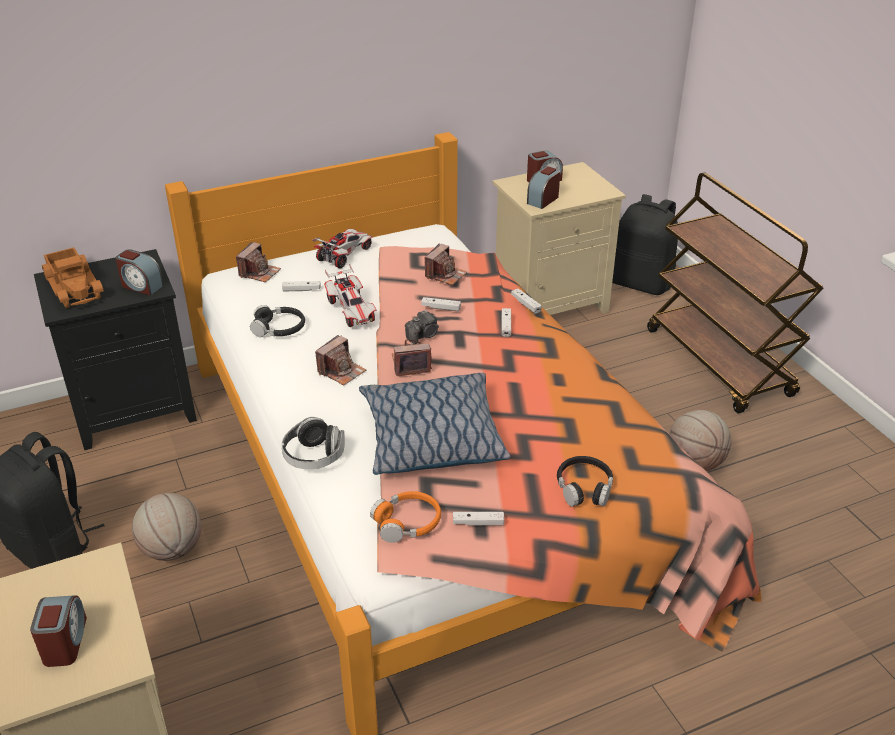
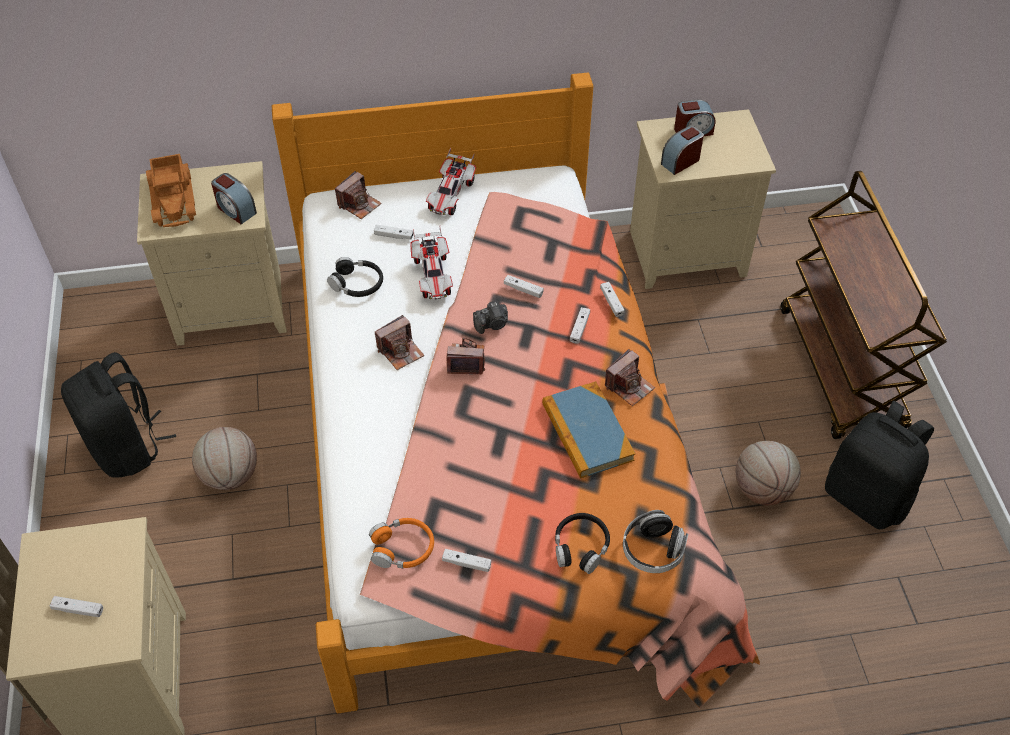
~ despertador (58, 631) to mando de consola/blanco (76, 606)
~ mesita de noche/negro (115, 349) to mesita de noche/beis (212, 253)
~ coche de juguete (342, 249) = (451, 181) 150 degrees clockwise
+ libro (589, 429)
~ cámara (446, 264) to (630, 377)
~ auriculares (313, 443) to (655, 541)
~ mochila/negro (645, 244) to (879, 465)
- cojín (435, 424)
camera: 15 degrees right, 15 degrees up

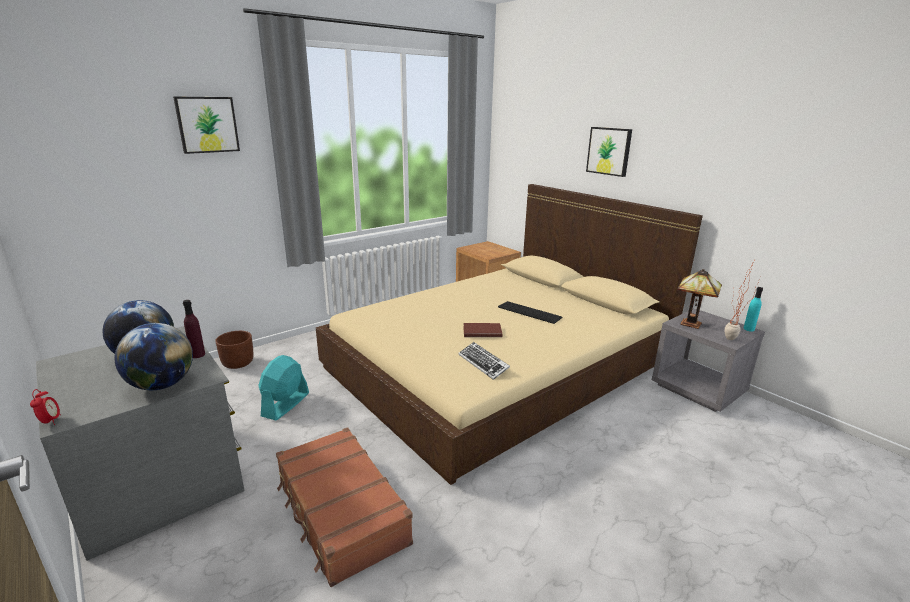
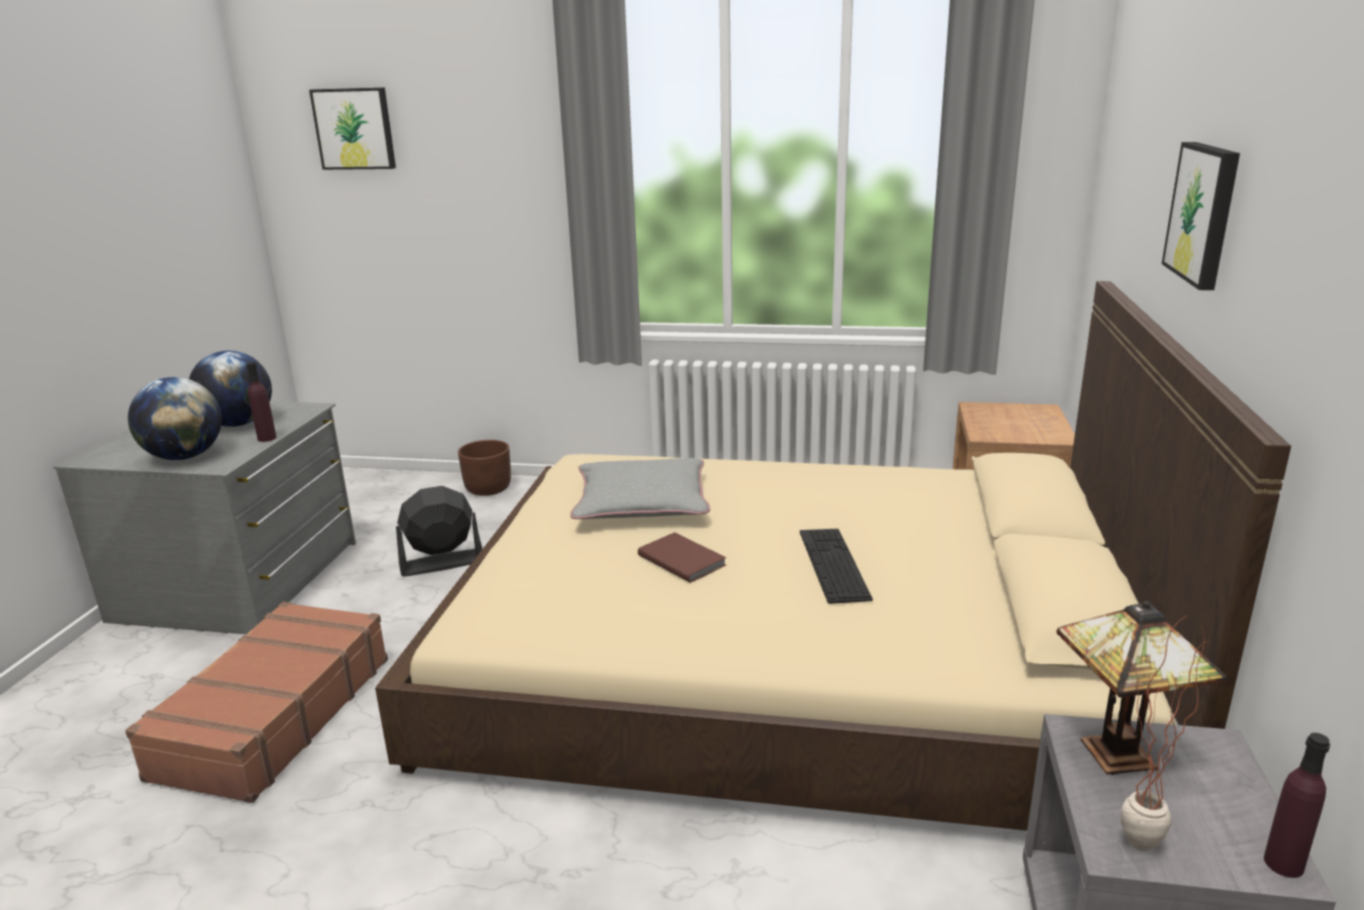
~ cuadro (206, 125) to (352, 128)
~ ventilador/turquesa (283, 388) to ventilador/negro (439, 531)
+ cojín/gris (640, 488)
~ botella/turquesa (753, 309) to botella/morado (1297, 805)
- despertador (45, 407)
- teclado (484, 361)
camera: 50 degrees right, 0 degrees up

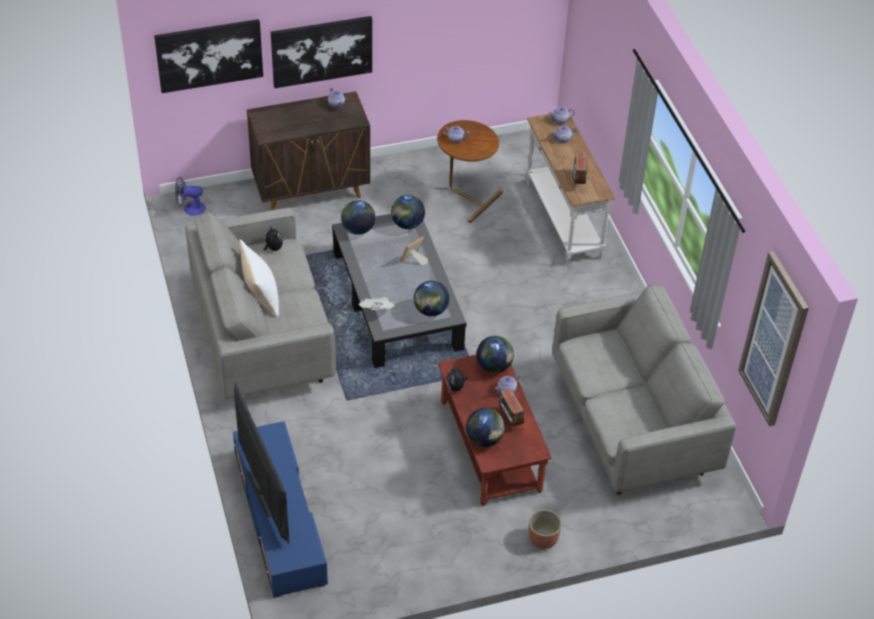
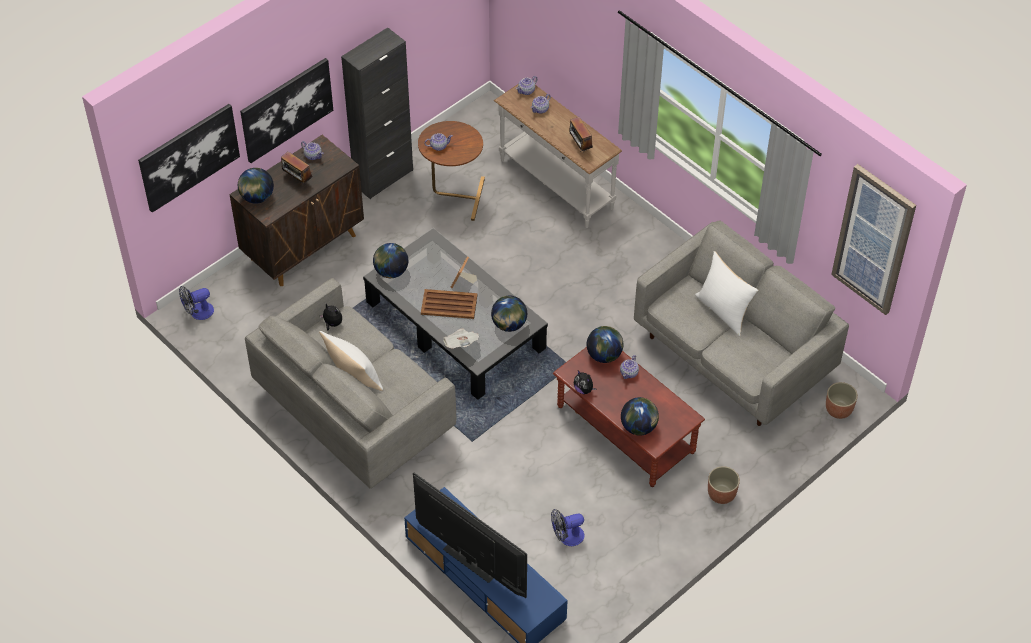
~ globo terráqueo (408, 212) to (256, 186)
~ radio (511, 408) to (296, 168)
+ armario/negro (377, 113)
+ bandeja/marrón (449, 304)
+ ventilador (568, 527)
+ cojín/blanco (727, 293)
+ maceta (842, 400)
camera: 25 degrees left, 5 degrees up

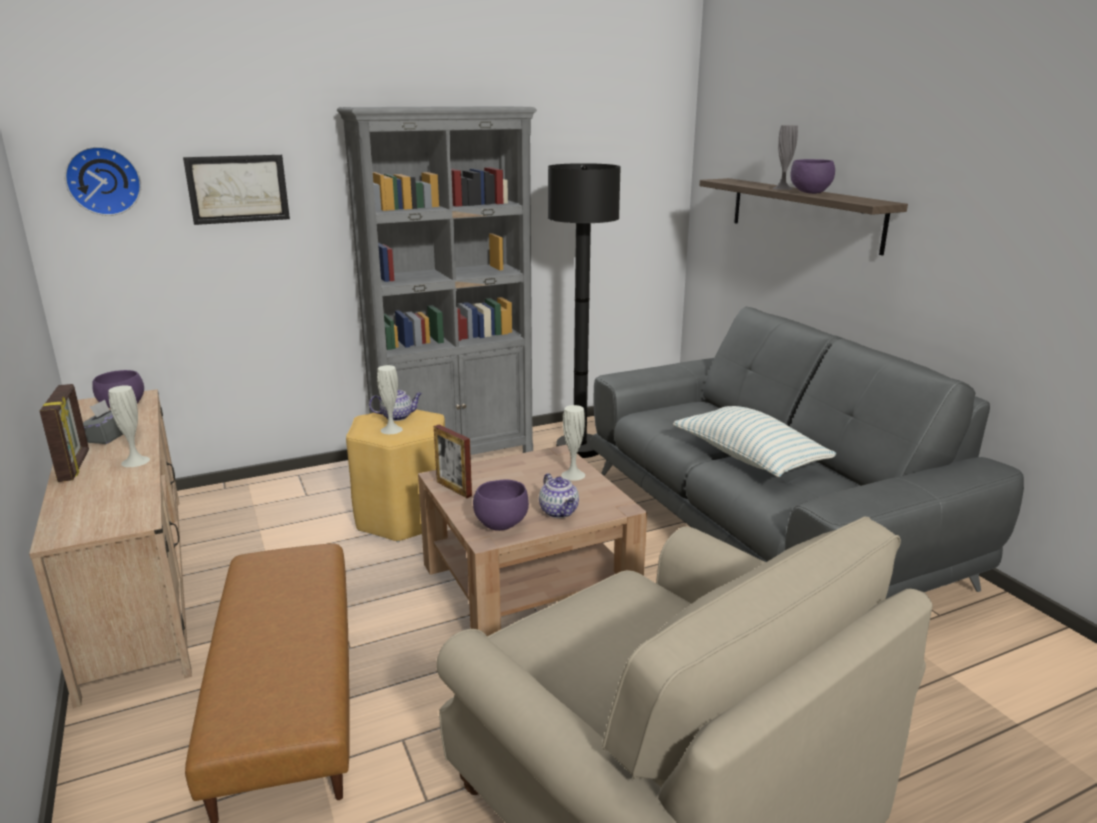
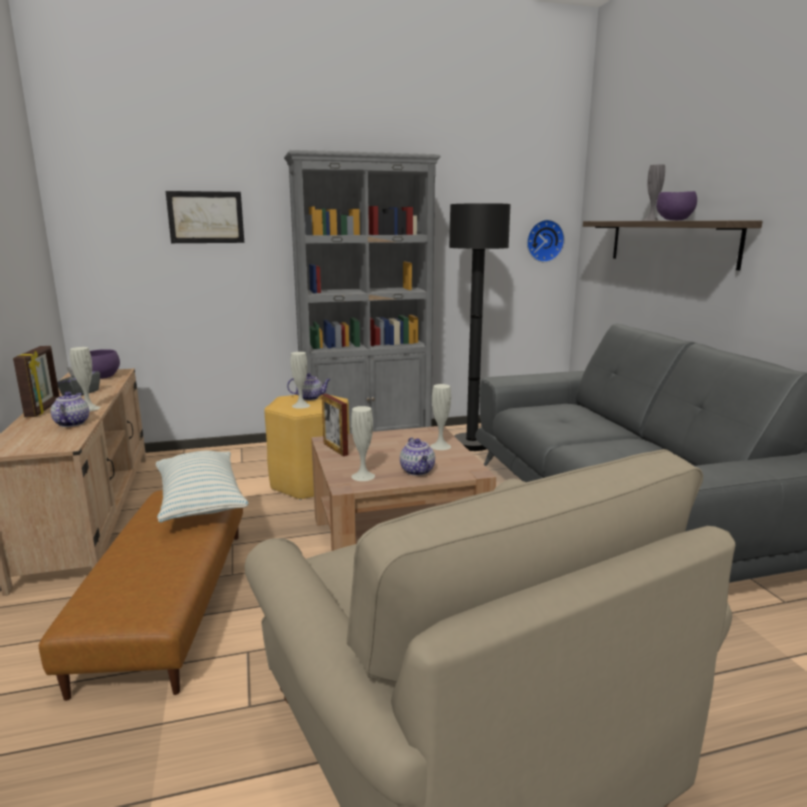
+ tetera (70, 409)
~ cojín (754, 441) to (202, 487)
~ cuenco/morado (501, 505) to florero/blanco (363, 443)
~ reloj de pared (103, 181) to (546, 240)
camera: 10 degrees right, 5 degrees down

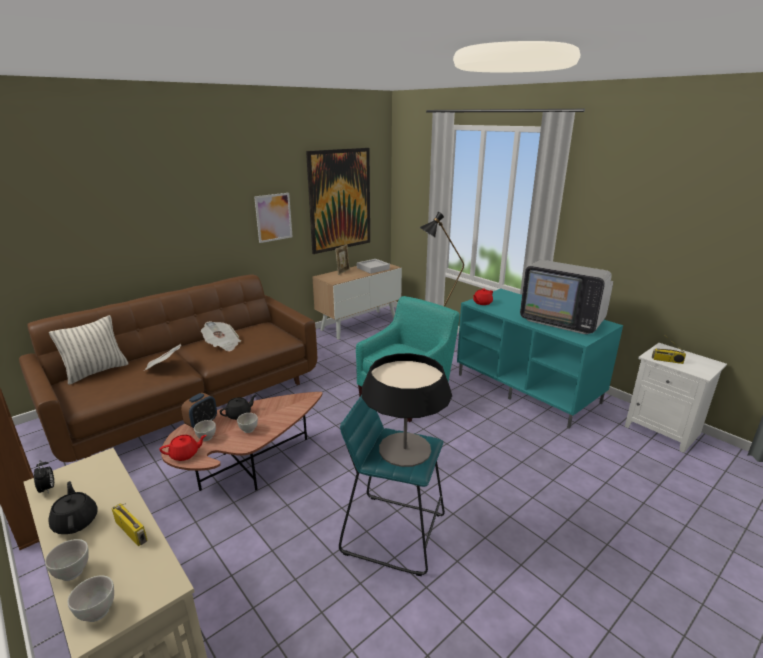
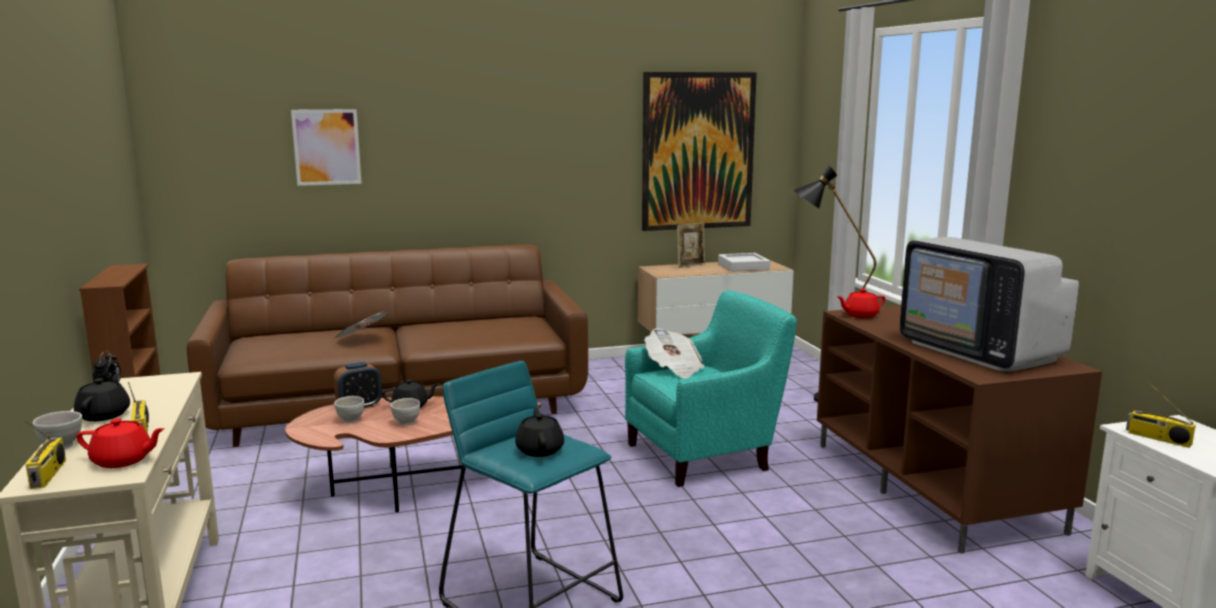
~ cuenco/blanco (90, 598) to radio (45, 455)
~ tetera/rojo (183, 448) to (121, 443)
~ cuadro (273, 218) to (326, 147)
~ lámpara de mesa (407, 410) to tetera/negro (539, 432)
~ periódico (221, 336) to (674, 353)
~ mueble de televisión/turquesa (540, 358) to mueble de televisión/marrón (959, 429)
- cojín (88, 350)
camera: 25 degrees right, 10 degrees down

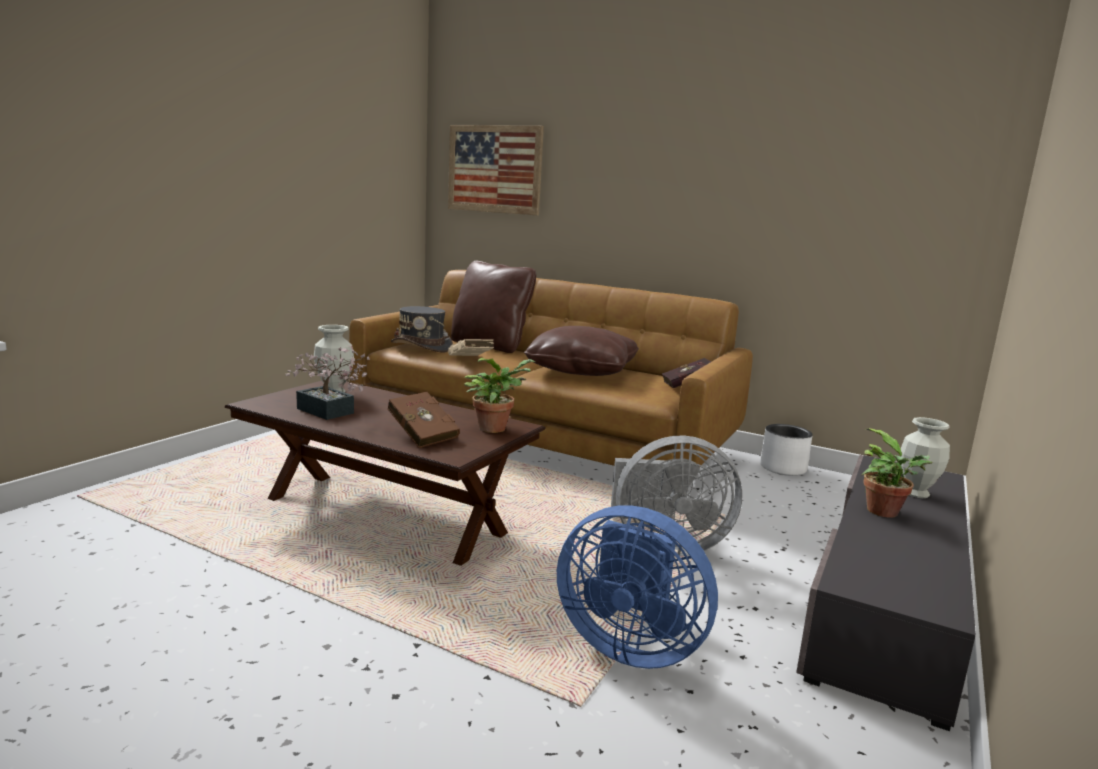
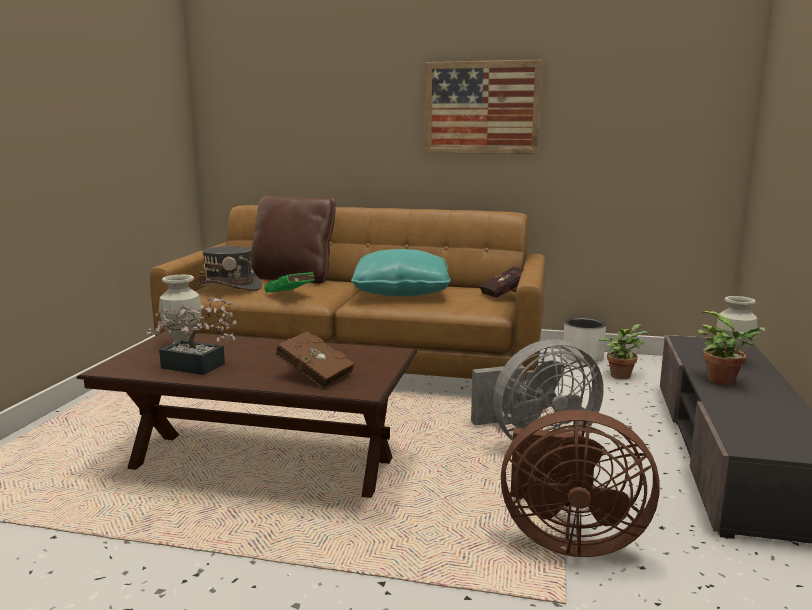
~ libro/beis (471, 347) to libro/verde (289, 282)
~ cojín/marrón (581, 351) to cojín/turquesa (401, 272)
~ cuadro (496, 170) to (484, 107)
~ ventilador/azul (637, 587) to ventilador/marrón (580, 483)
~ planta en maceta (499, 395) to (623, 351)
camera: 15 degrees left, 0 degrees up

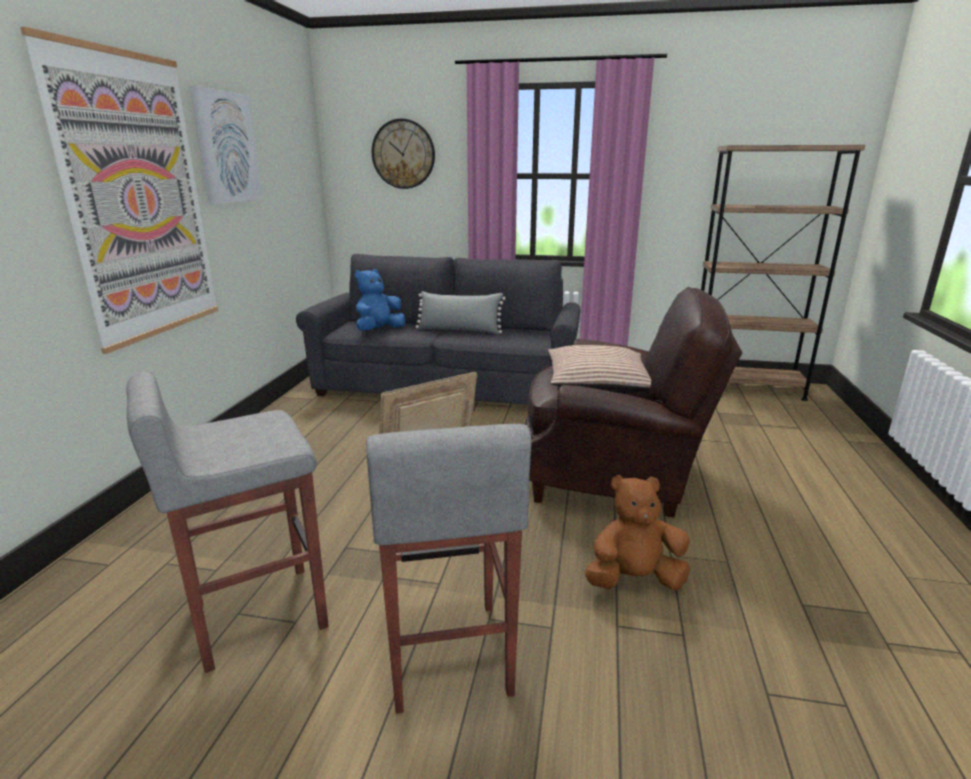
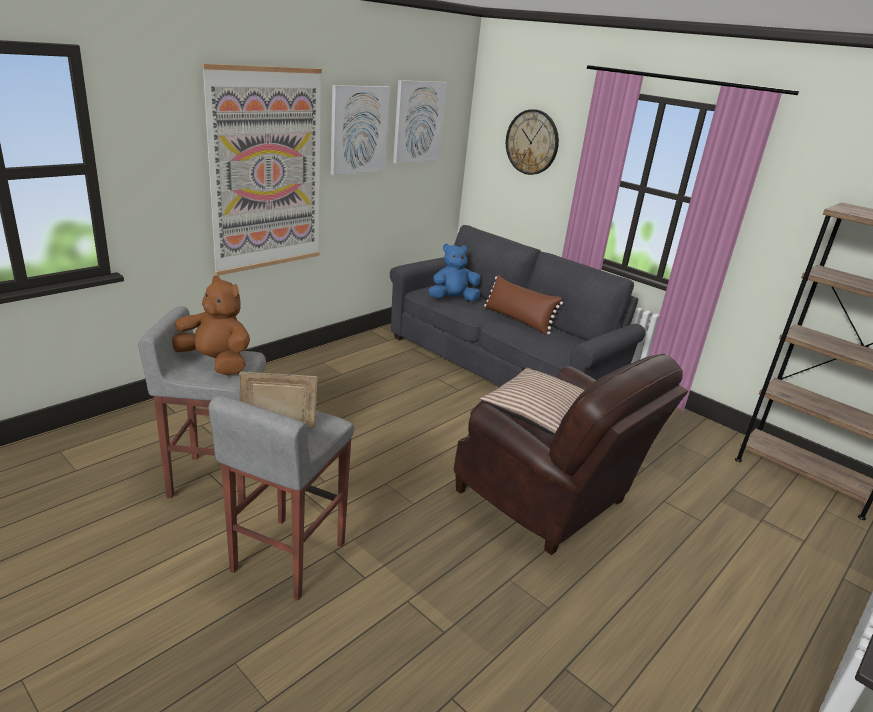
~ peluche/marrón (637, 533) to (211, 325)
+ cuadro (420, 122)
~ cojín/gris (460, 312) to cojín/marrón (523, 305)
camera: 30 degrees right, 5 degrees up

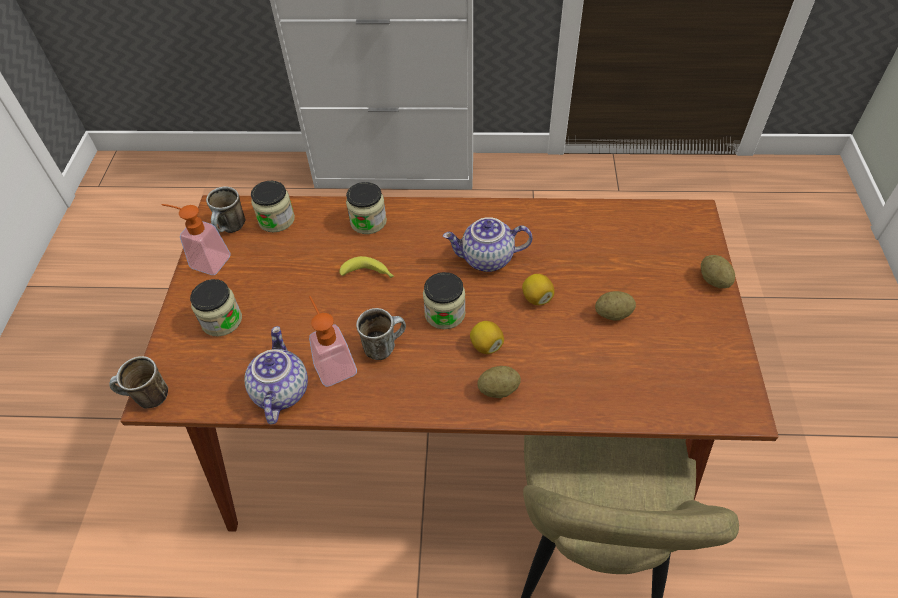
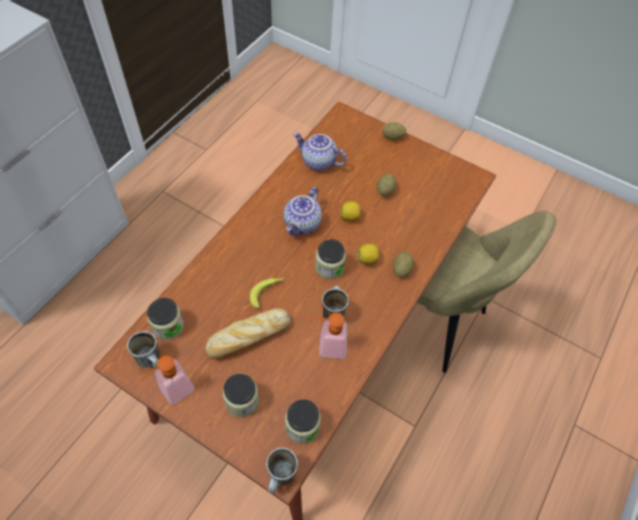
+ pan (248, 333)
~ tarro (366, 208) to (303, 421)
~ tetera (276, 375) to (320, 151)
camera: 65 degrees left, 5 degrees up

